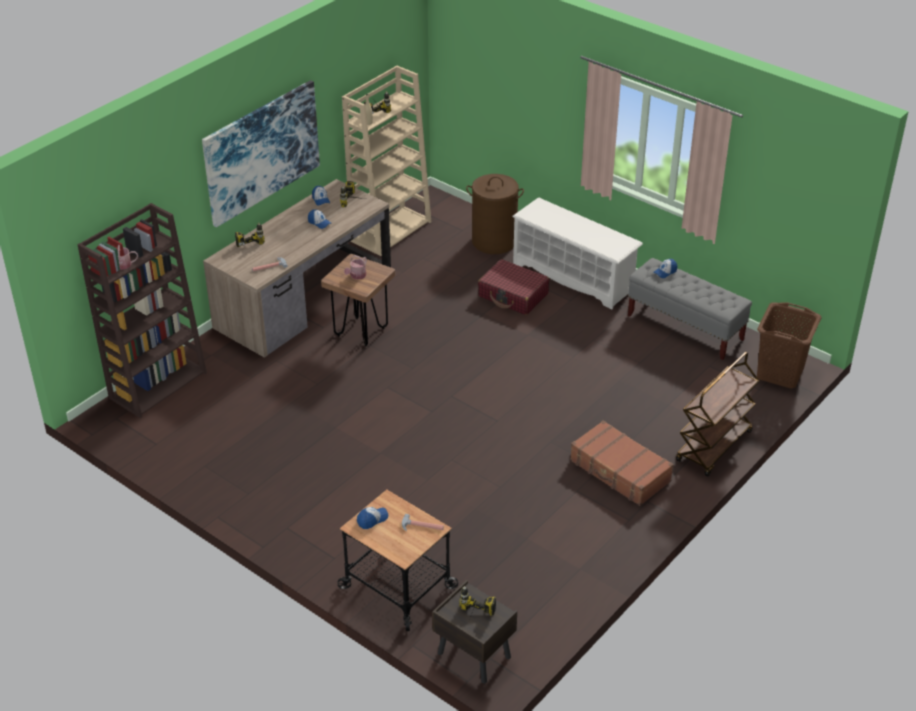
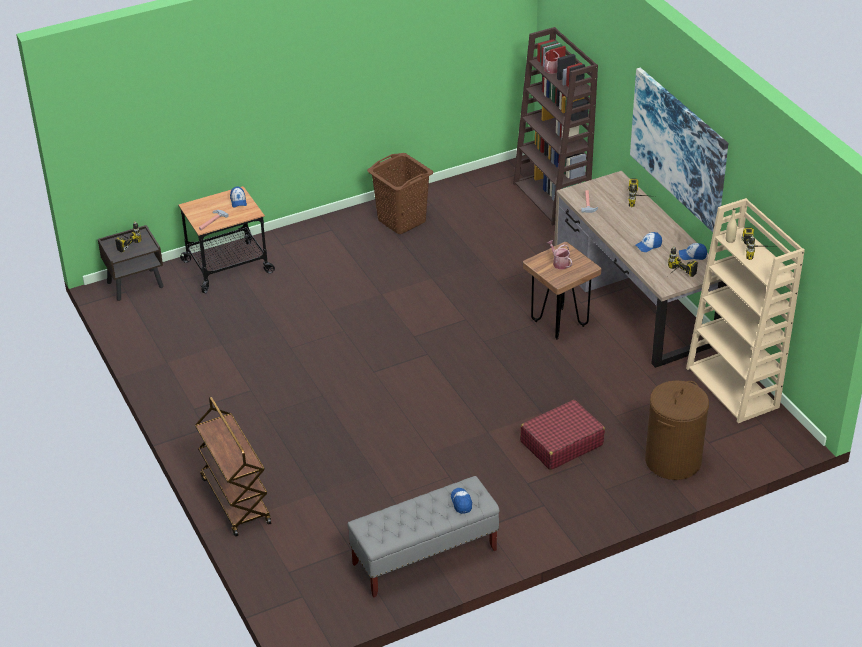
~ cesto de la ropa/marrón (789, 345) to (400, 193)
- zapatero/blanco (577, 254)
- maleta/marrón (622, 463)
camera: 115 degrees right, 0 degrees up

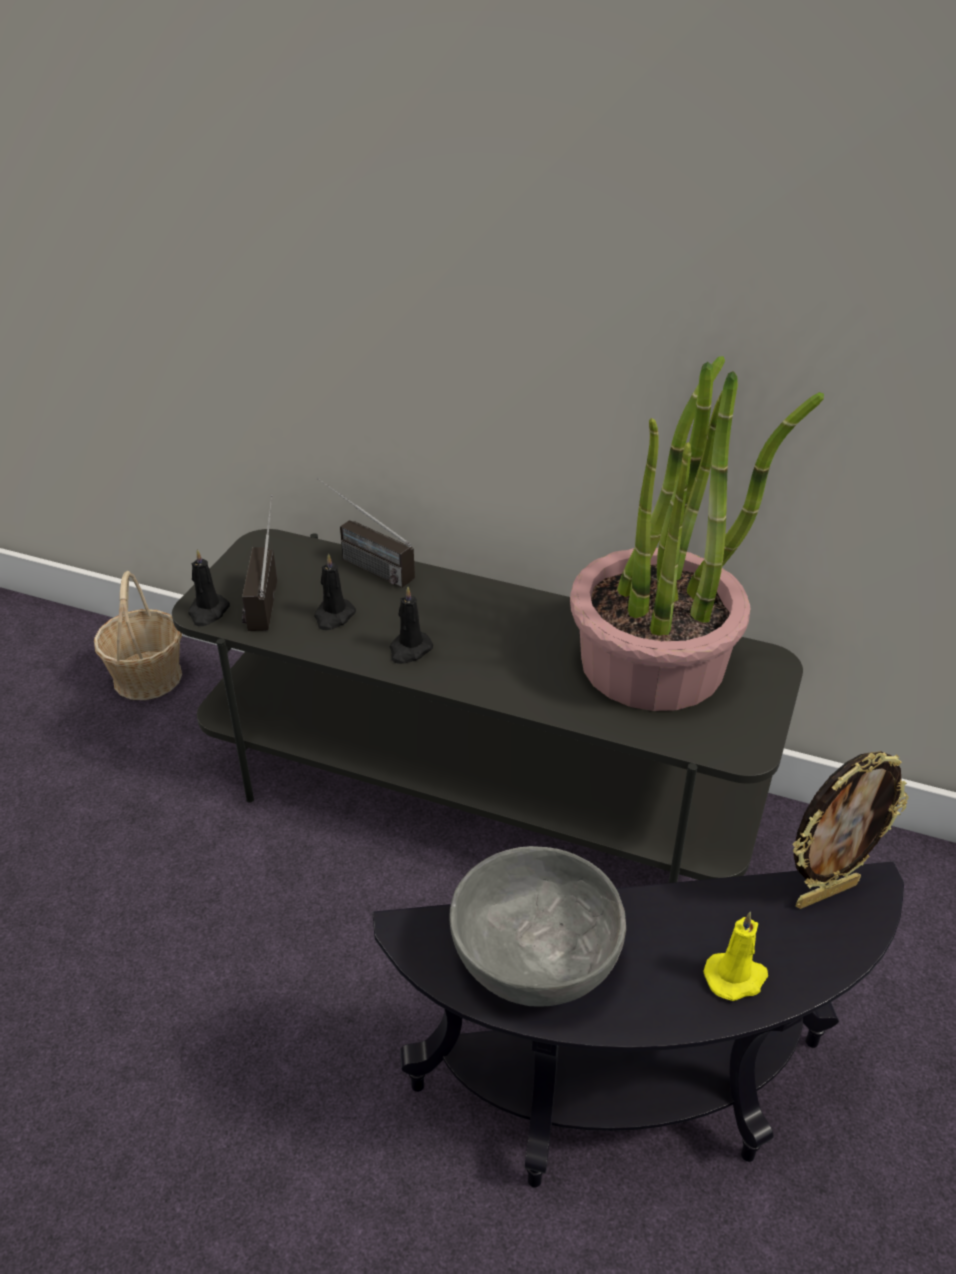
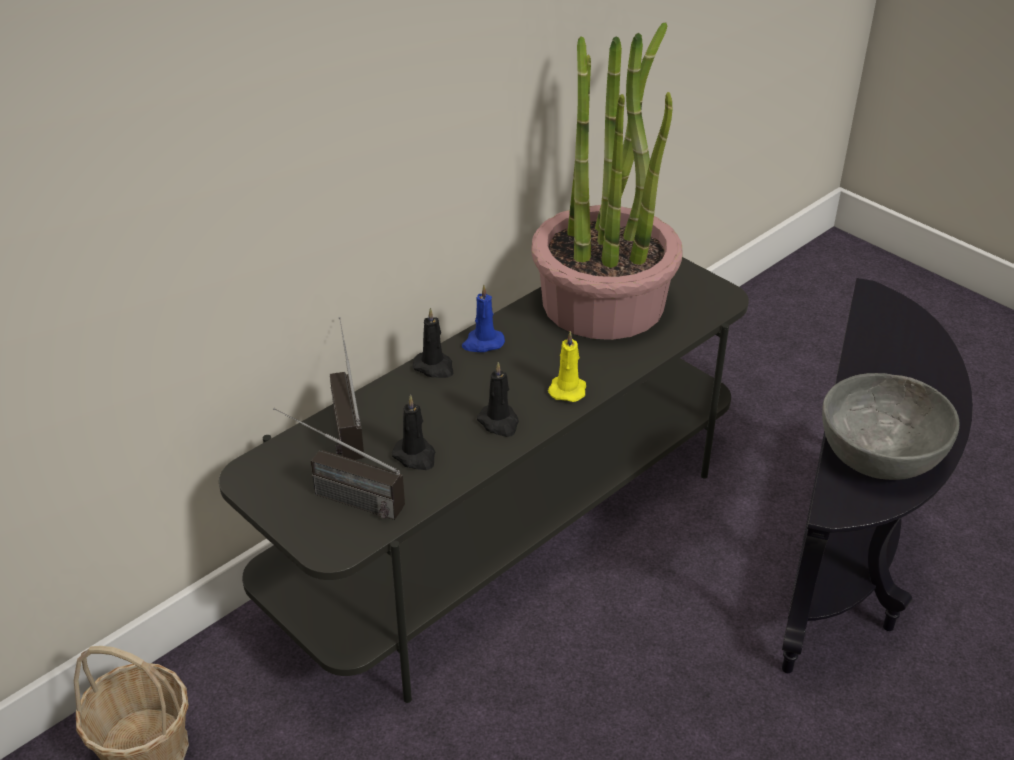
~ radio (366, 533) = (347, 388) 105 degrees clockwise
~ vela/negro (209, 587) to (433, 343)
+ vela/azul (483, 318)
~ vela/amarillo (735, 956) to (567, 366)
- portarretratos (851, 830)
camera: 65 degrees left, 0 degrees up

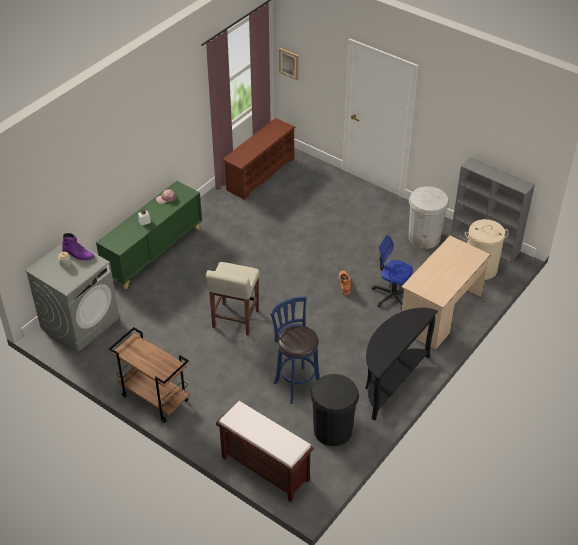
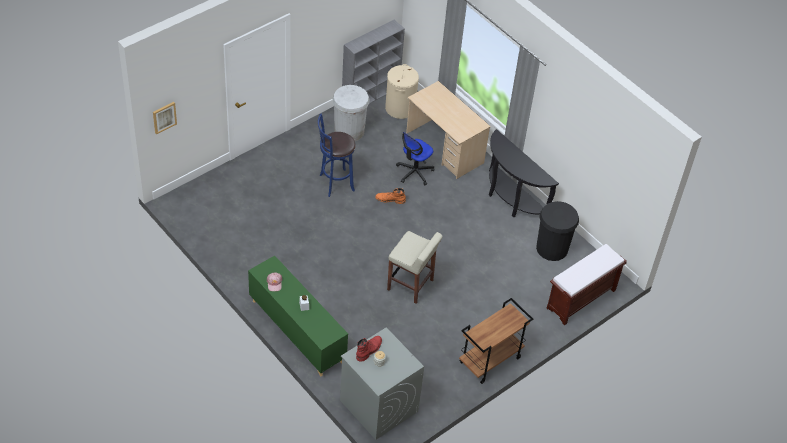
~ taburete/azul (294, 350) to (337, 155)
~ bota/morado (78, 247) to bota/rojo (369, 349)
- zapatero/marrón (258, 159)
camera: 80 degrees left, 5 degrees up

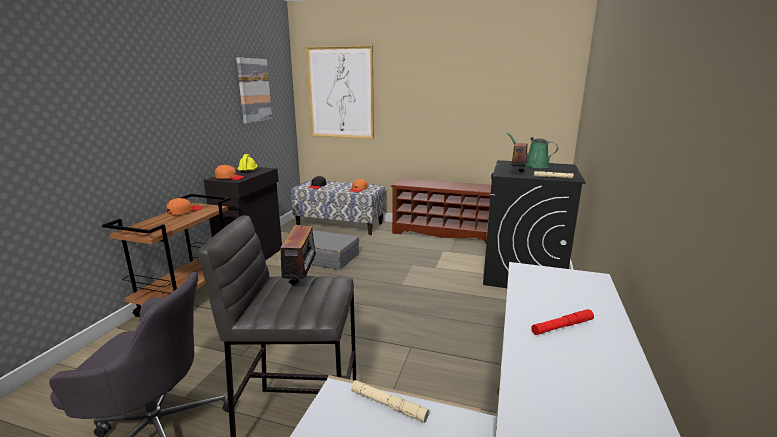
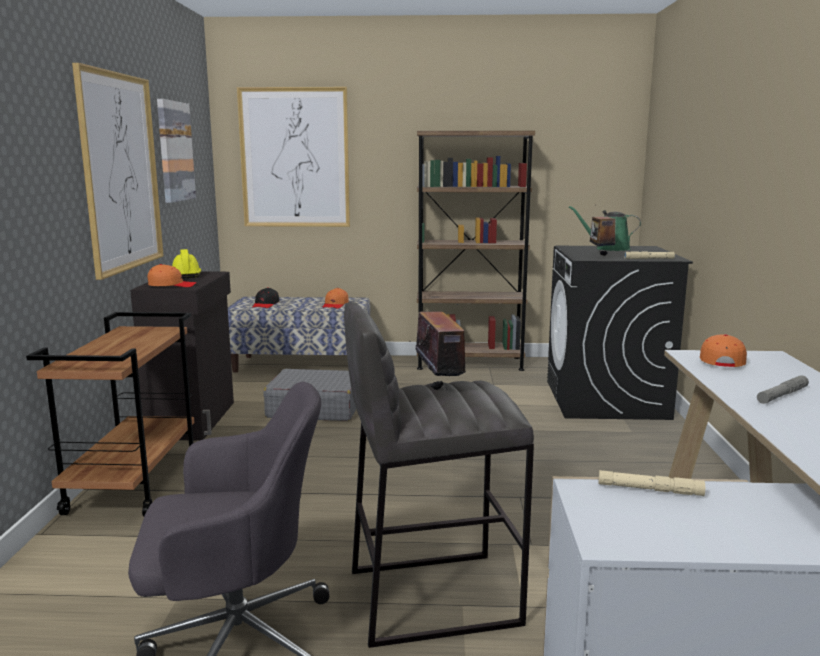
+ cuadro (118, 171)
~ zapatero/marrón (440, 210) to estantería/marrón (476, 251)
~ gorra/naranja (184, 206) to (723, 350)
~ linterna/rojo (562, 322) to linterna/gris (783, 389)
camera: 15 degrees left, 5 degrees down

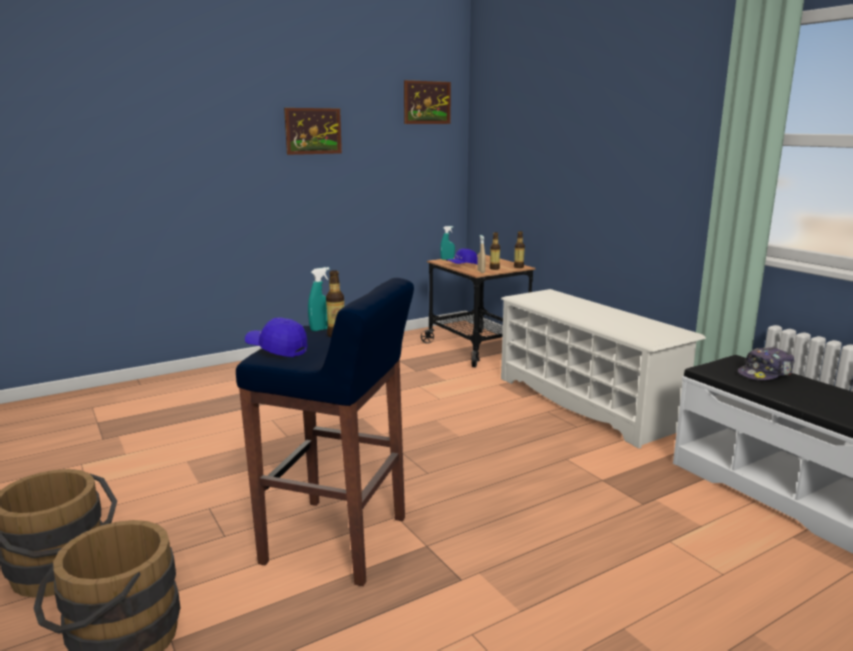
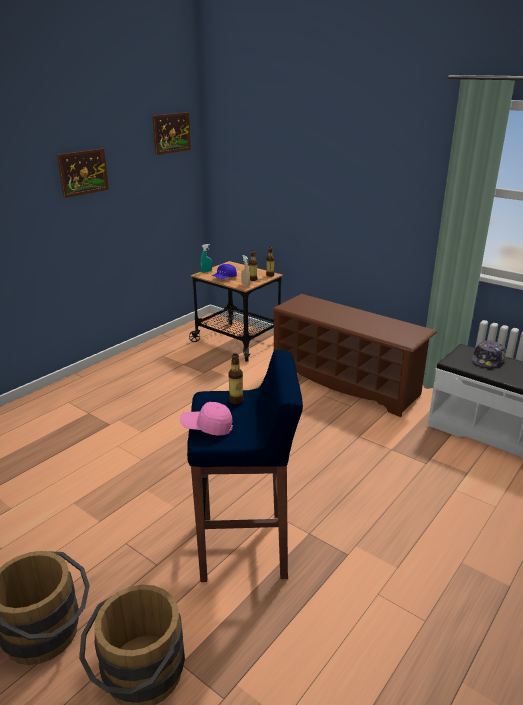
~ gorra/azul (276, 337) to gorra/rosa (206, 419)
~ zapatero/blanco (603, 368) to zapatero/marrón (354, 355)
- pulverizador/turquesa (318, 299)
camera: 20 degrees left, 10 degrees up

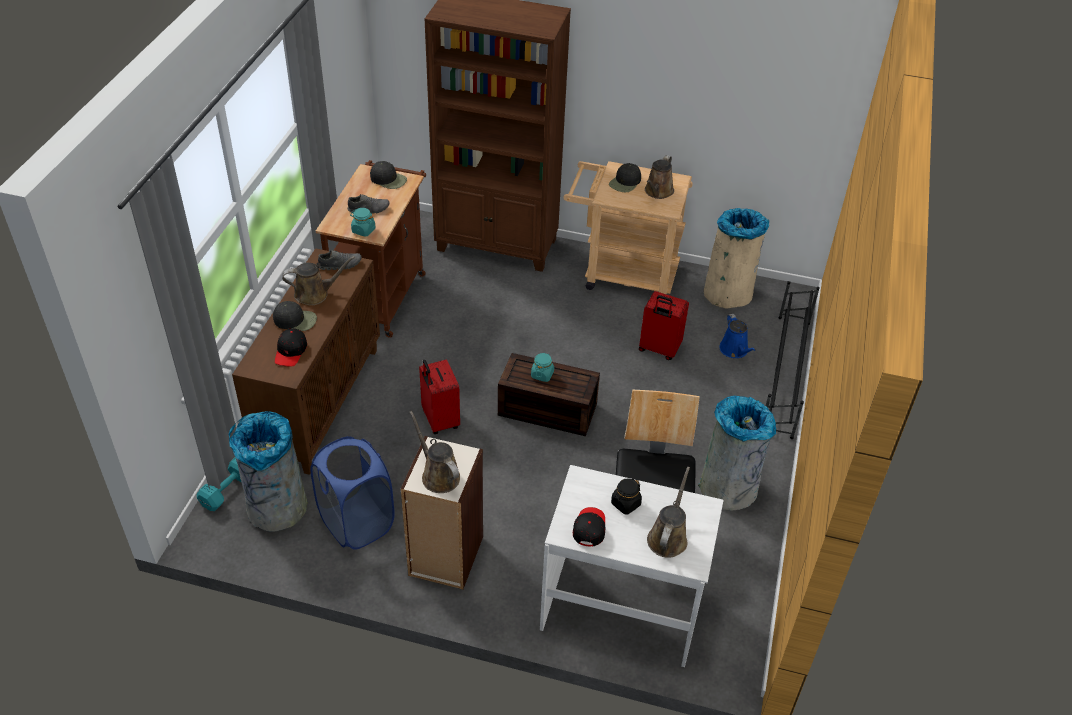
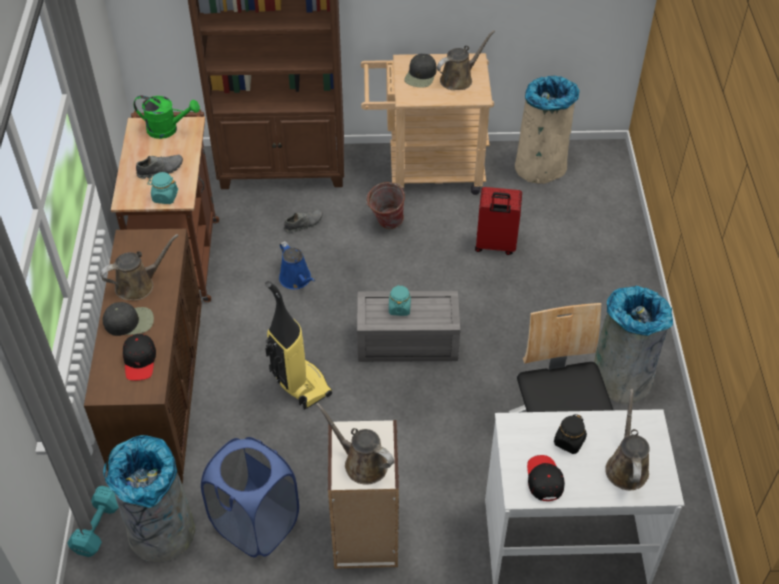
~ gorra/negro (388, 175) to regadera/verde (167, 117)
~ maleta/rojo (439, 396) to aspiradora (298, 345)
~ regadera/azul (737, 336) to (297, 265)
~ zapato/gris (339, 260) to (303, 221)
~ caja de almacenaje/marrón (549, 394) to caja de almacenaje/gris (408, 326)
+ cubo (385, 205)
~ regadera/marrón (659, 177) = (466, 60) 135 degrees counterclockwise
- zapatero/negro (793, 360)
camera: 15 degrees left, 5 degrees up

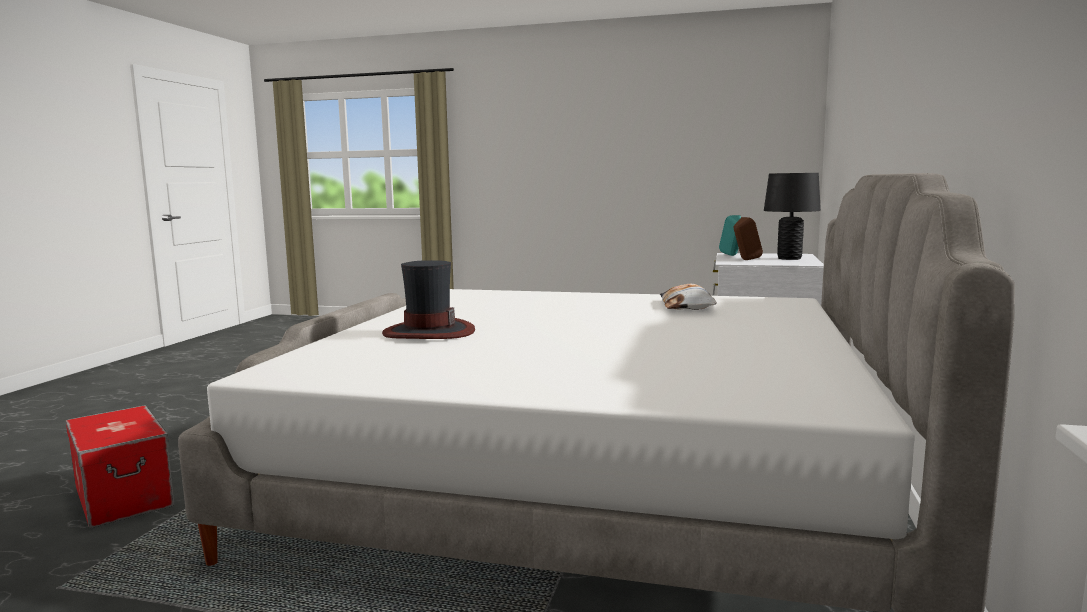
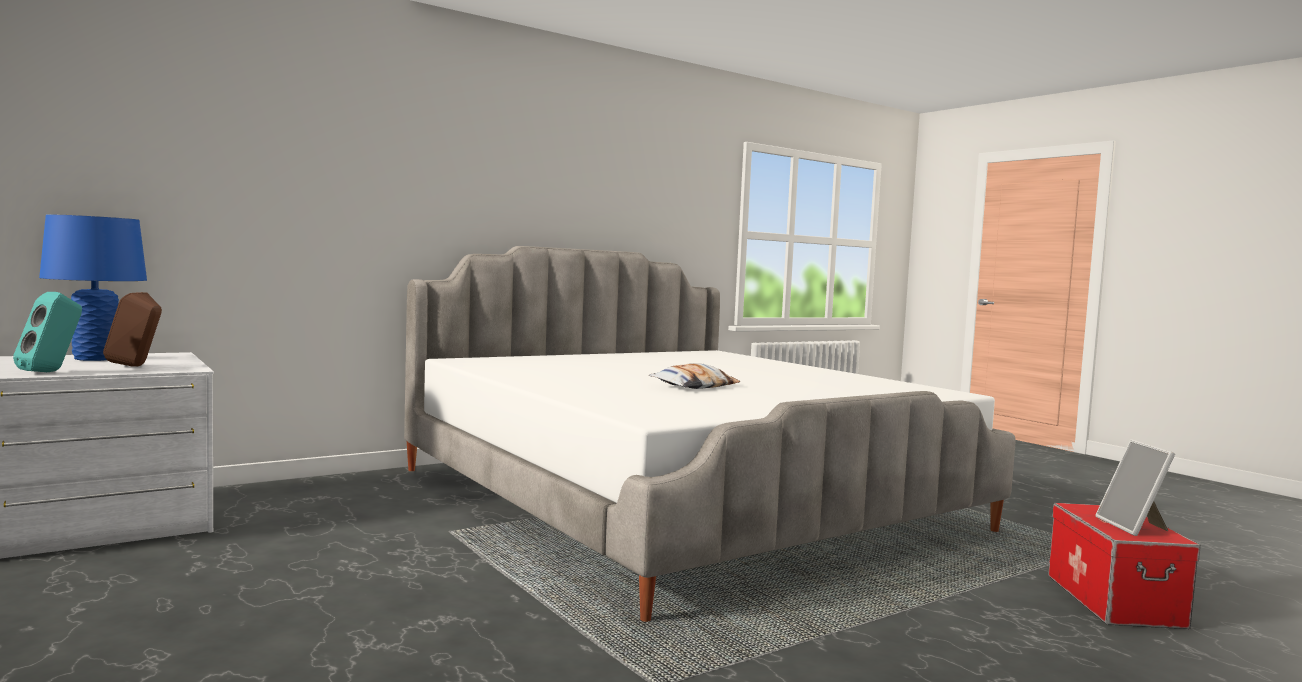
~ lámpara de mesa/negro (792, 216) to lámpara de mesa/azul (93, 287)
~ cojín (688, 297) to (694, 376)
+ portarretratos (1135, 487)
- sombrero (428, 299)
camera: 140 degrees left, 5 degrees down

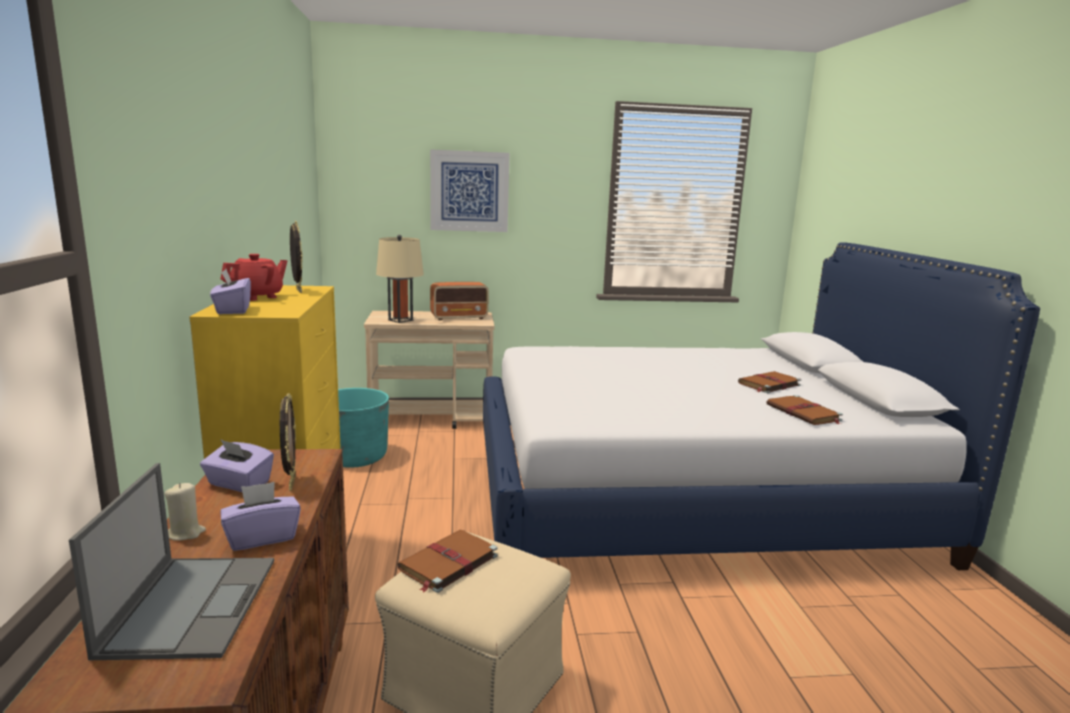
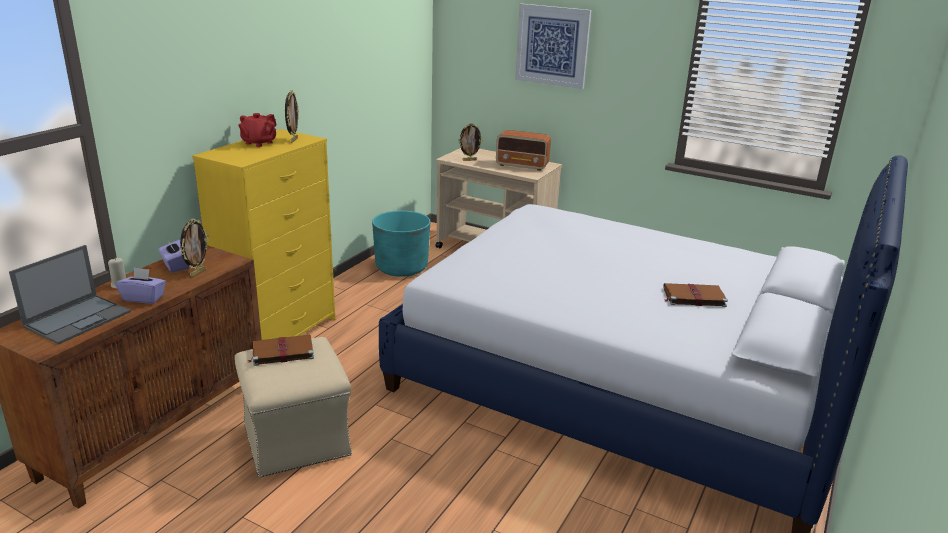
~ tetera/rojo (254, 277) = (257, 130) 135 degrees clockwise
~ lámpara de mesa/beis (400, 279) to portarretratos (470, 142)
- caja de pañuelos/morado (230, 291)
- libro/marrón (805, 410)
camera: 35 degrees right, 10 degrees up

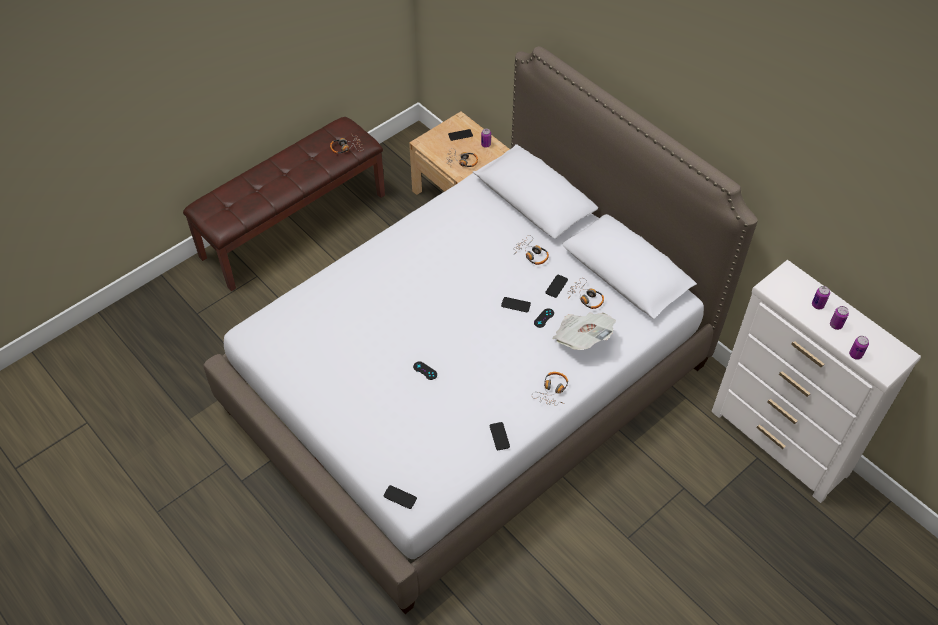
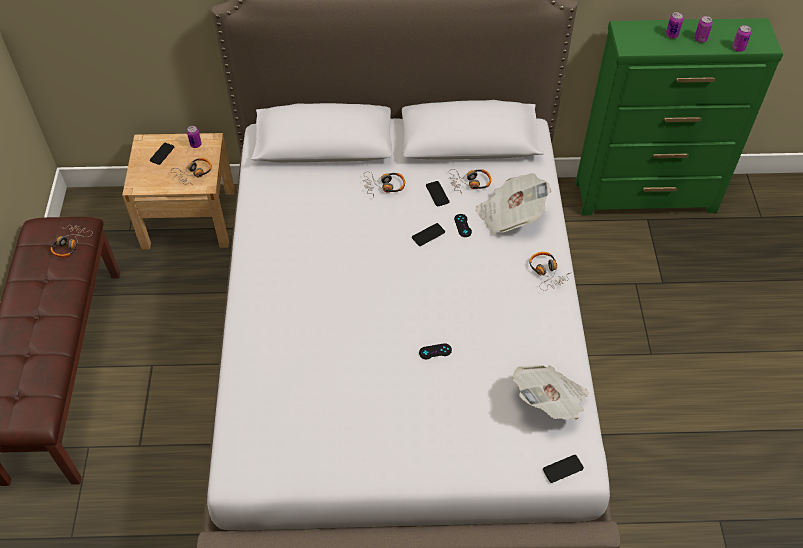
+ periódico (551, 392)
~ cómoda/blanco (816, 381) to cómoda/verde (679, 117)
- móvil (500, 436)
camera: 50 degrees left, 0 degrees up

